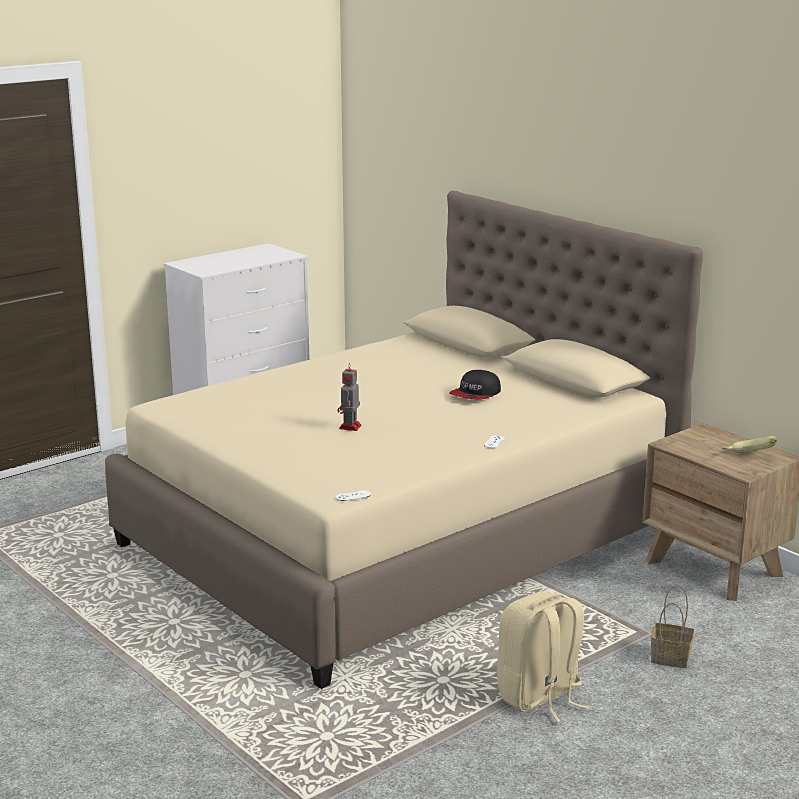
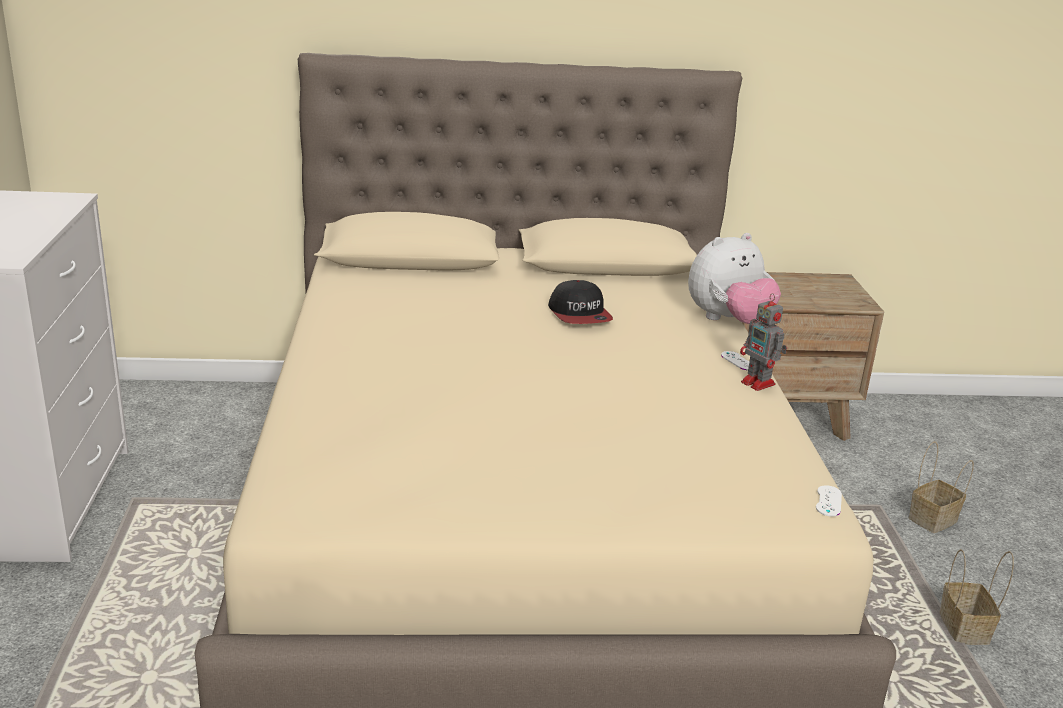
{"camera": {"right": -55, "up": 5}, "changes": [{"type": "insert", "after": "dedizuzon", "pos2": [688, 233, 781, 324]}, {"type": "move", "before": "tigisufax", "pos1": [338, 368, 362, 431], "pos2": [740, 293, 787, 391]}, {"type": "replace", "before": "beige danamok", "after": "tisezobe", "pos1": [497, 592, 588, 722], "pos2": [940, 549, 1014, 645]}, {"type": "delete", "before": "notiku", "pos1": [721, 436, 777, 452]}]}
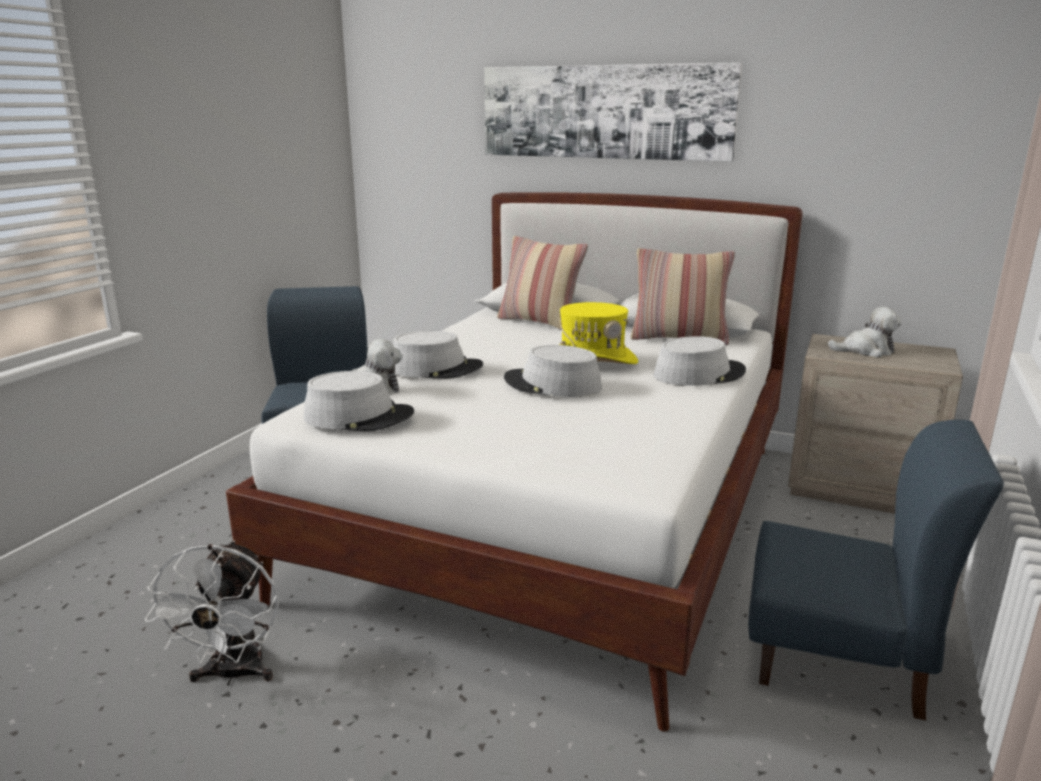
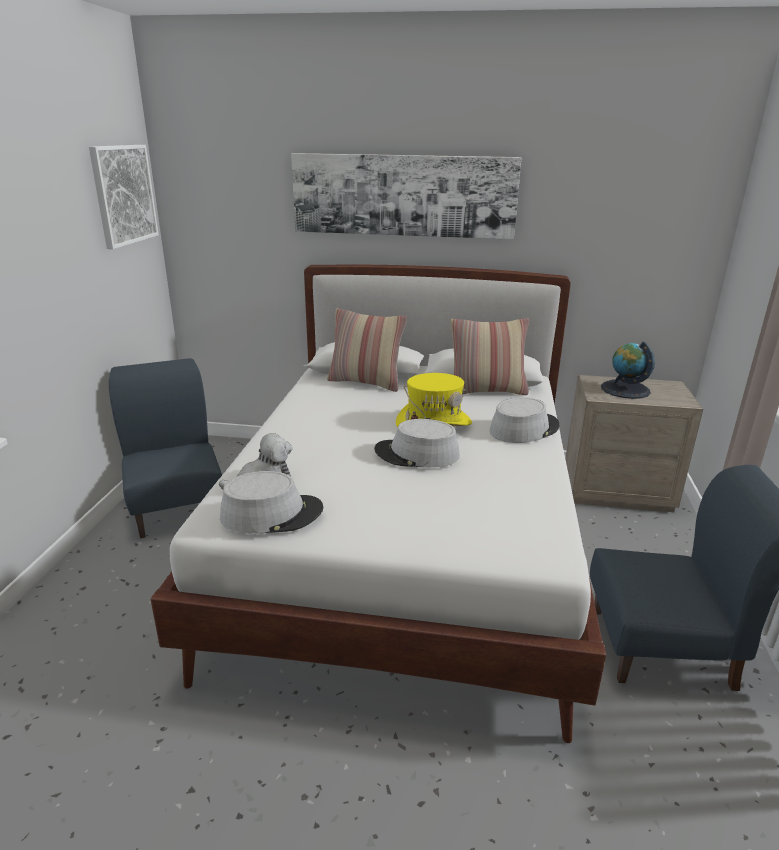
{"camera": {"right": -15, "up": 5}, "changes": [{"type": "insert", "after": "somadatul", "pos2": [89, 145, 159, 249]}, {"type": "replace", "before": "dedizuzon", "after": "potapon", "pos1": [828, 306, 902, 357], "pos2": [601, 342, 655, 399]}, {"type": "delete", "before": "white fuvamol", "pos1": [144, 541, 279, 686]}, {"type": "delete", "before": "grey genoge", "pos1": [393, 331, 483, 379]}]}
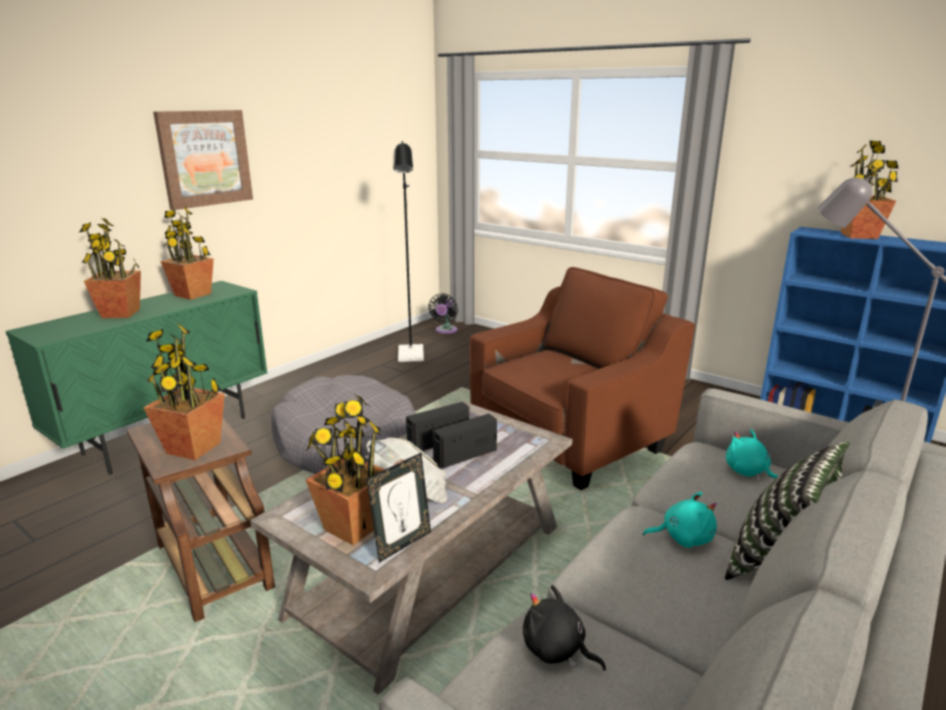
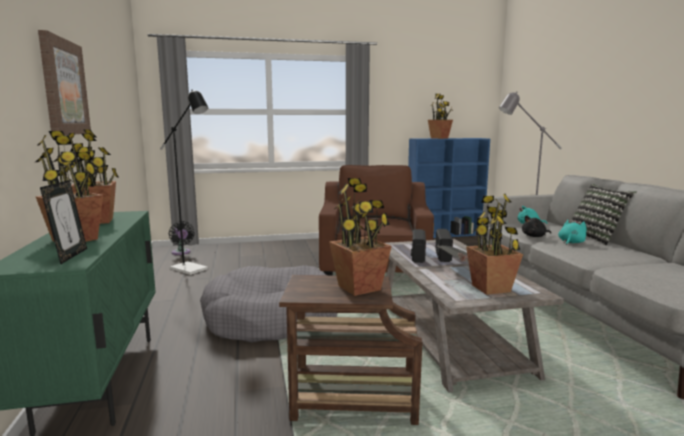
{"camera": {"right": -50, "up": -10}, "changes": [{"type": "move", "before": "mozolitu", "pos1": [366, 453, 431, 563], "pos2": [40, 180, 87, 264]}, {"type": "move", "before": "black dedizuzon", "pos1": [523, 585, 606, 670], "pos2": [522, 215, 551, 237]}]}
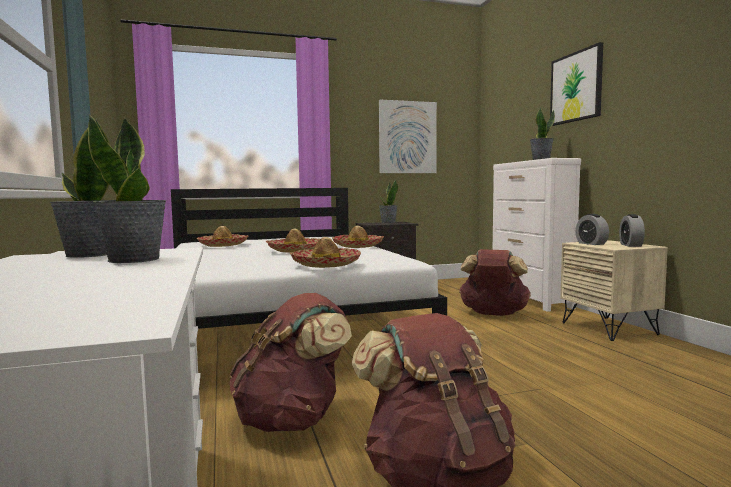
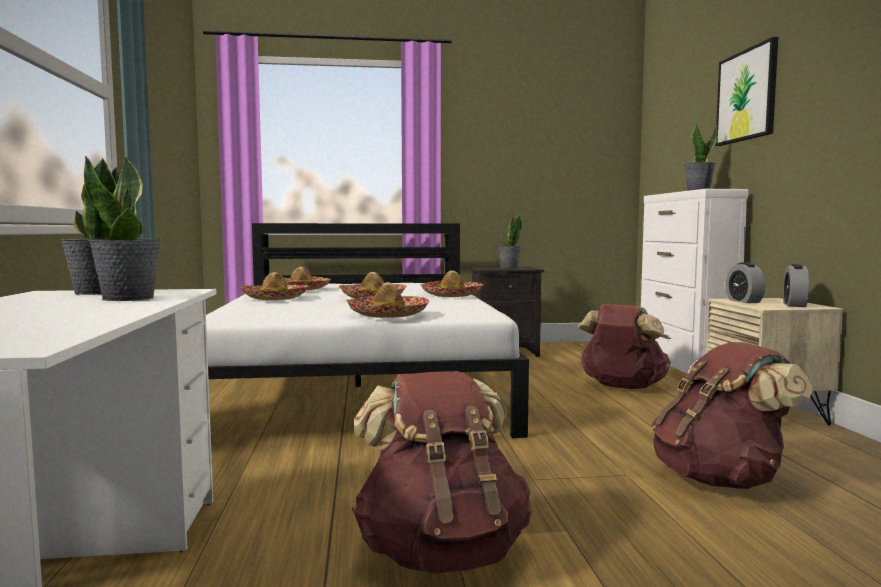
{"camera": {"right": 10, "up": 0}, "changes": [{"type": "insert", "after": "genoge", "pos2": [241, 272, 309, 300]}, {"type": "move", "before": "brown danamok", "pos1": [229, 293, 352, 432], "pos2": [651, 342, 813, 489]}, {"type": "delete", "before": "somadatul", "pos1": [379, 100, 437, 173]}]}
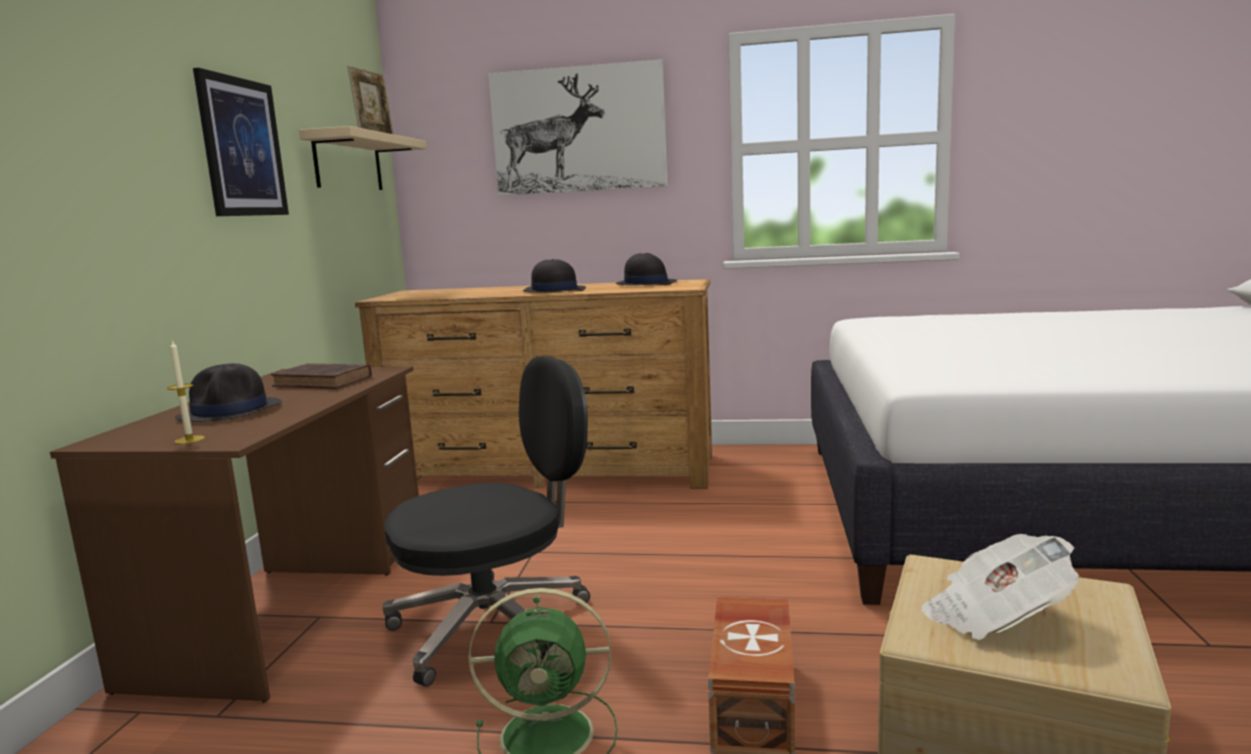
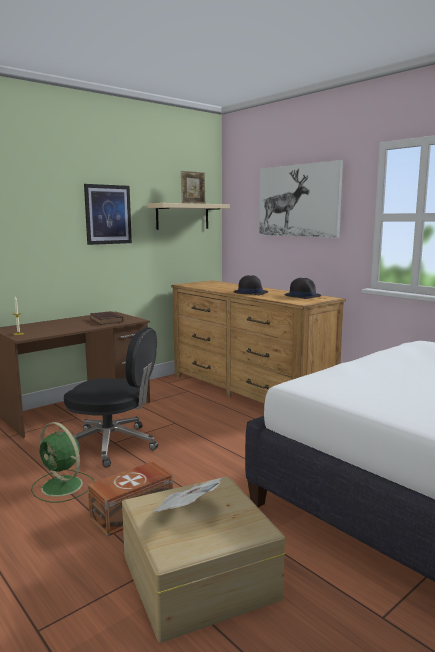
{"camera": {"right": 40, "up": 0}, "changes": [{"type": "delete", "before": "black genoge", "pos1": [175, 363, 282, 422]}]}
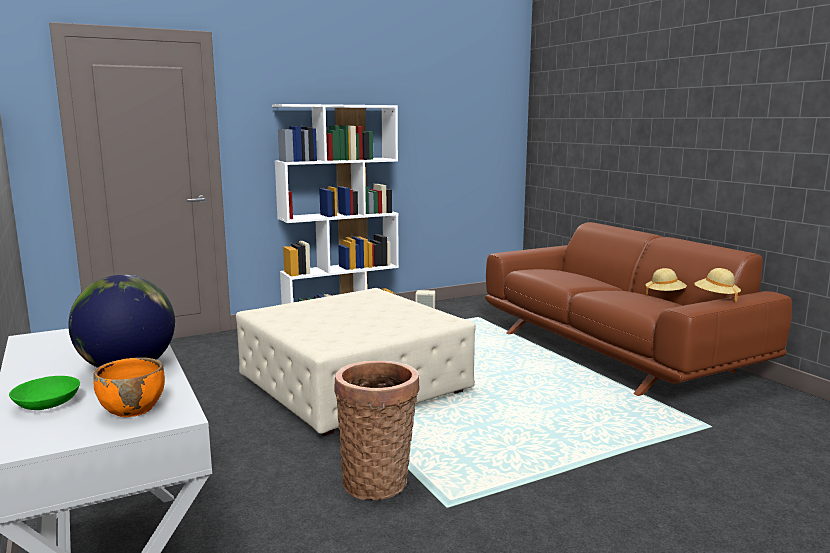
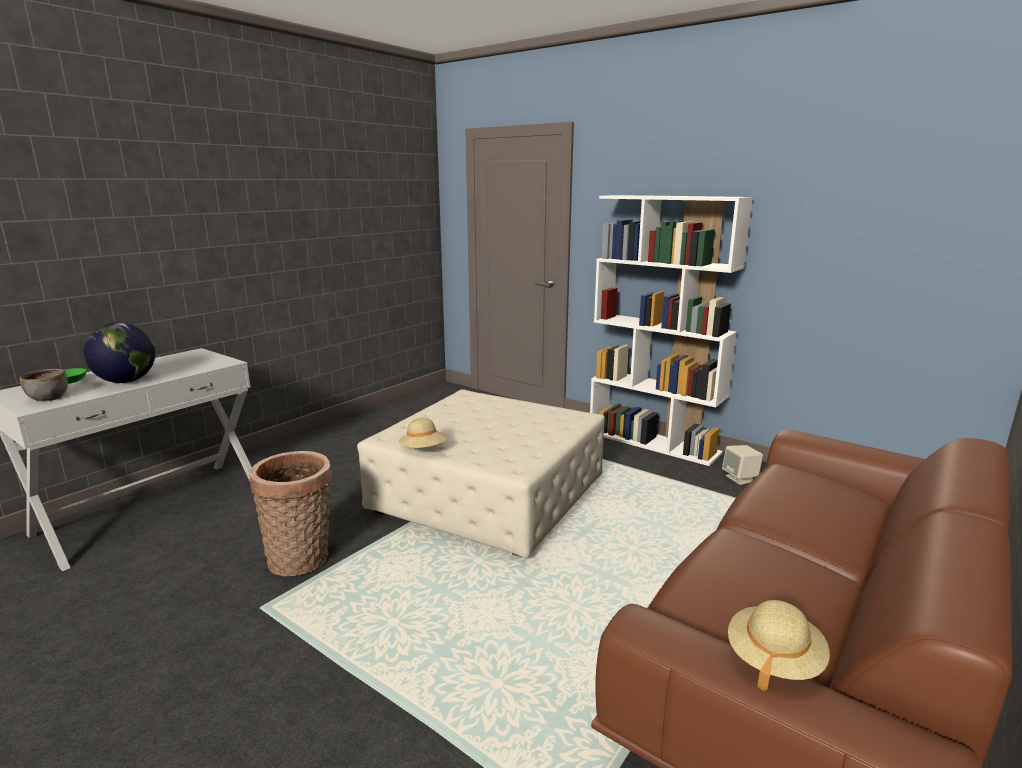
{"camera": {"right": 65, "up": 5}, "changes": [{"type": "recolor", "before": "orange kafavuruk", "after": "grey kafavuruk", "pos1": [93, 357, 165, 417], "pos2": [20, 369, 68, 402]}, {"type": "move", "before": "beige genoge", "pos1": [645, 268, 687, 295], "pos2": [399, 418, 447, 448]}]}
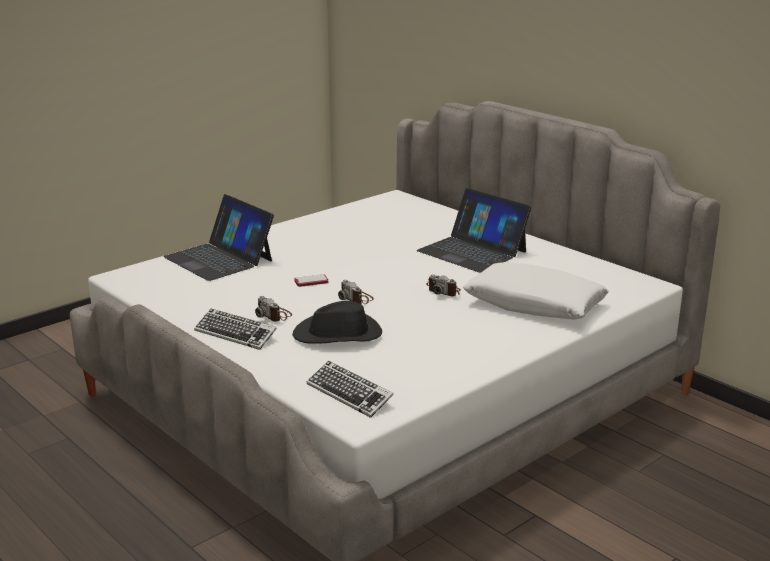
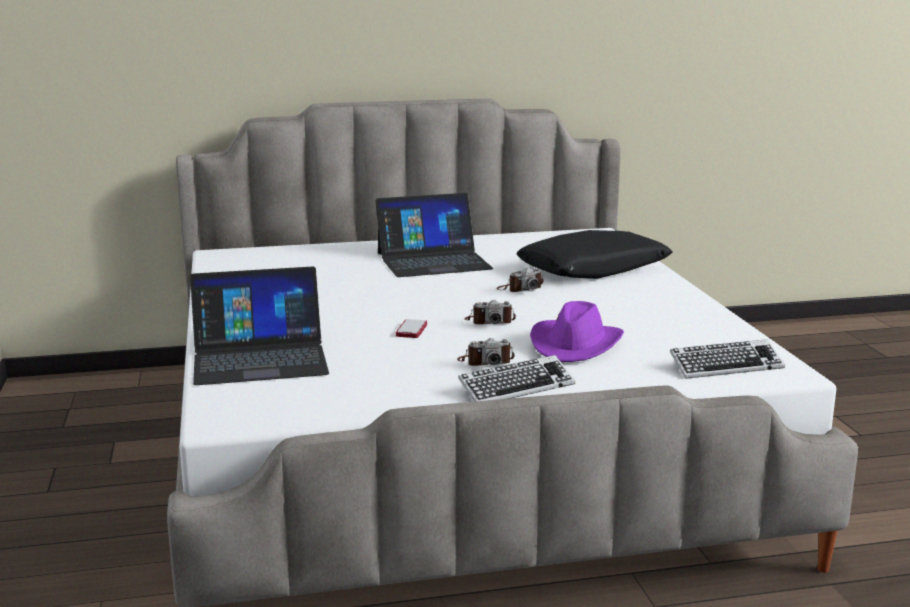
{"camera": {"right": -60, "up": -5}, "changes": [{"type": "recolor", "before": "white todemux", "after": "black todemux", "pos1": [463, 263, 609, 320], "pos2": [517, 230, 673, 279]}, {"type": "recolor", "before": "black genoge", "after": "purple genoge", "pos1": [292, 301, 382, 344], "pos2": [530, 301, 624, 362]}]}
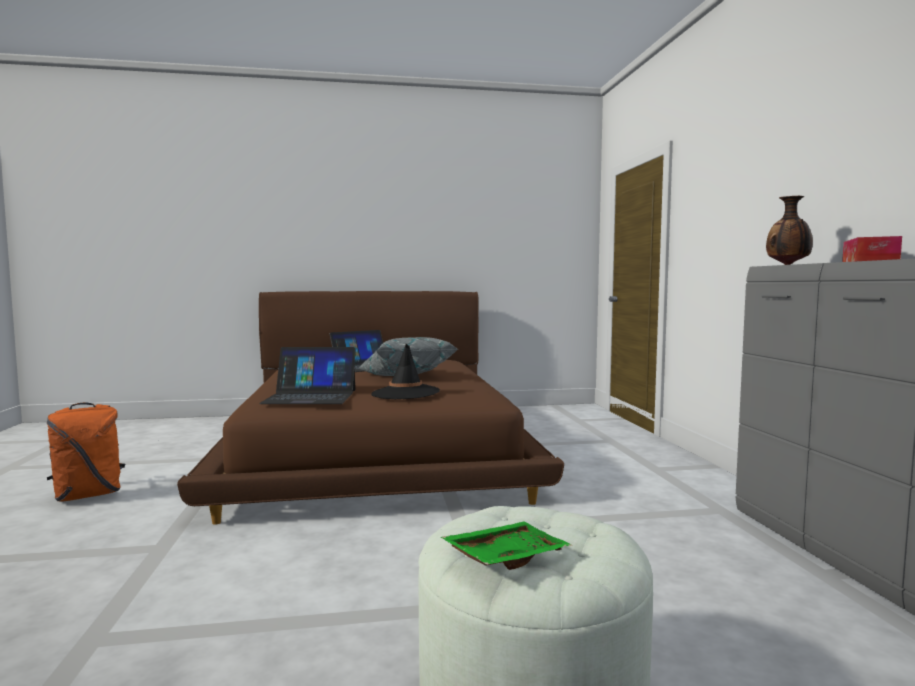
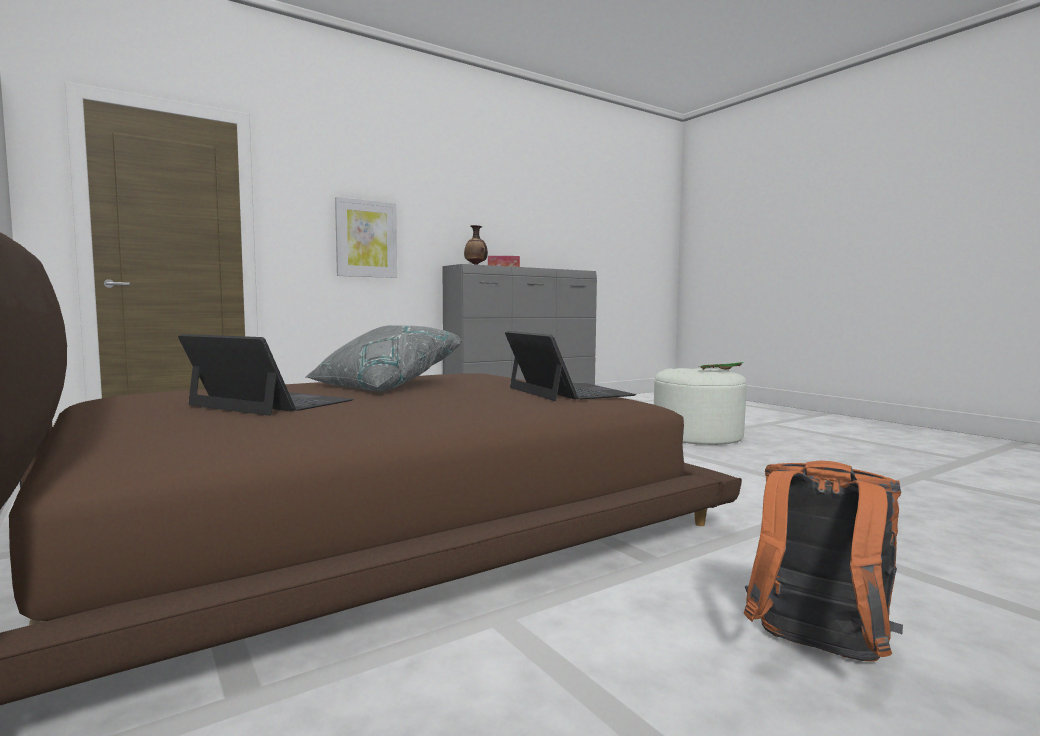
{"camera": {"right": -115, "up": 0}, "changes": [{"type": "insert", "after": "somadatul", "pos2": [335, 197, 397, 278]}, {"type": "delete", "before": "black genoge", "pos1": [371, 344, 440, 399]}]}
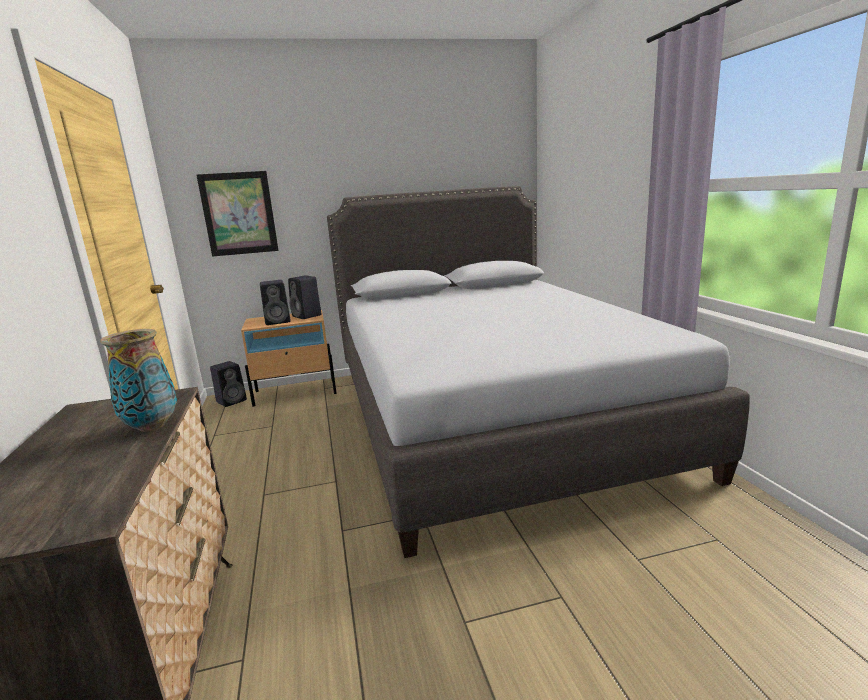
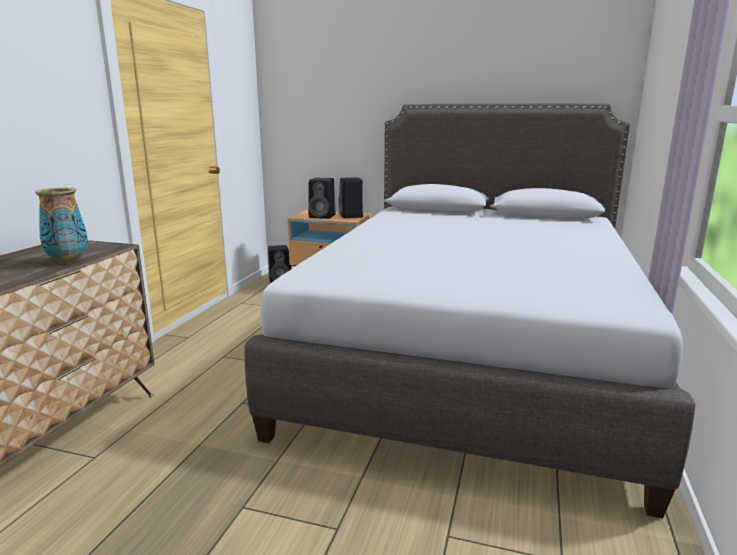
{"camera": {"right": 30, "up": 0}, "changes": [{"type": "delete", "before": "somadatul", "pos1": [196, 171, 279, 257]}]}
